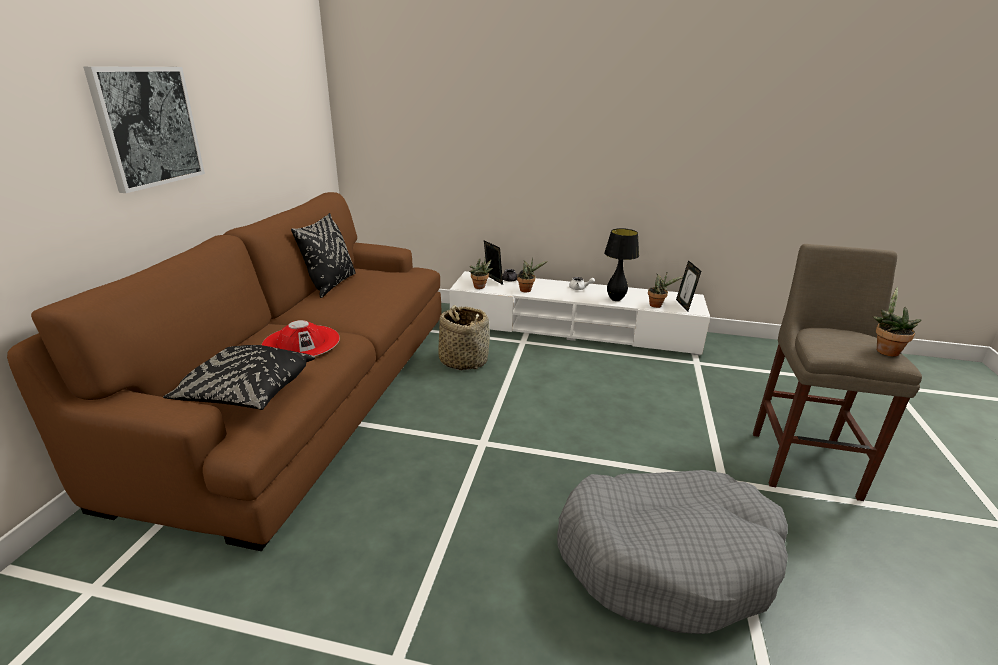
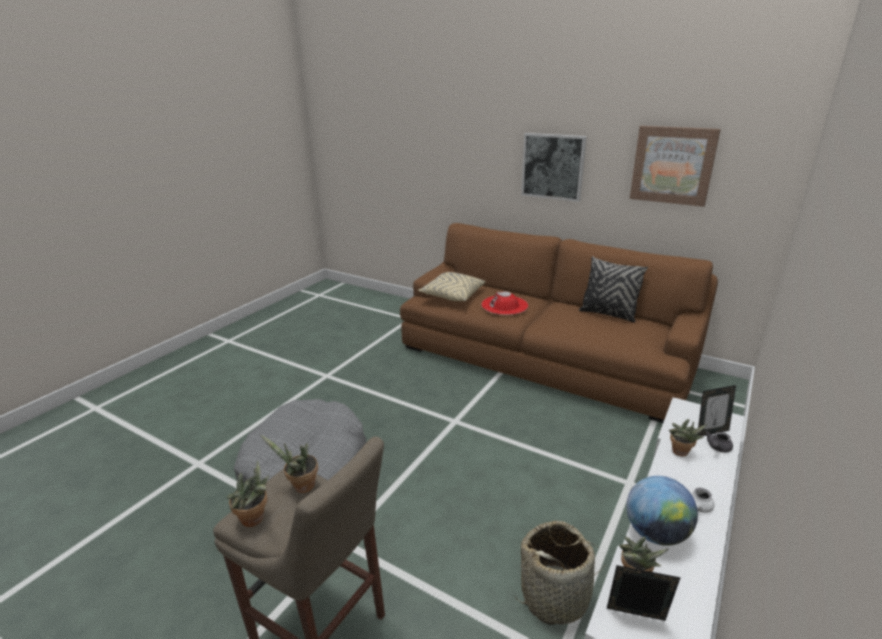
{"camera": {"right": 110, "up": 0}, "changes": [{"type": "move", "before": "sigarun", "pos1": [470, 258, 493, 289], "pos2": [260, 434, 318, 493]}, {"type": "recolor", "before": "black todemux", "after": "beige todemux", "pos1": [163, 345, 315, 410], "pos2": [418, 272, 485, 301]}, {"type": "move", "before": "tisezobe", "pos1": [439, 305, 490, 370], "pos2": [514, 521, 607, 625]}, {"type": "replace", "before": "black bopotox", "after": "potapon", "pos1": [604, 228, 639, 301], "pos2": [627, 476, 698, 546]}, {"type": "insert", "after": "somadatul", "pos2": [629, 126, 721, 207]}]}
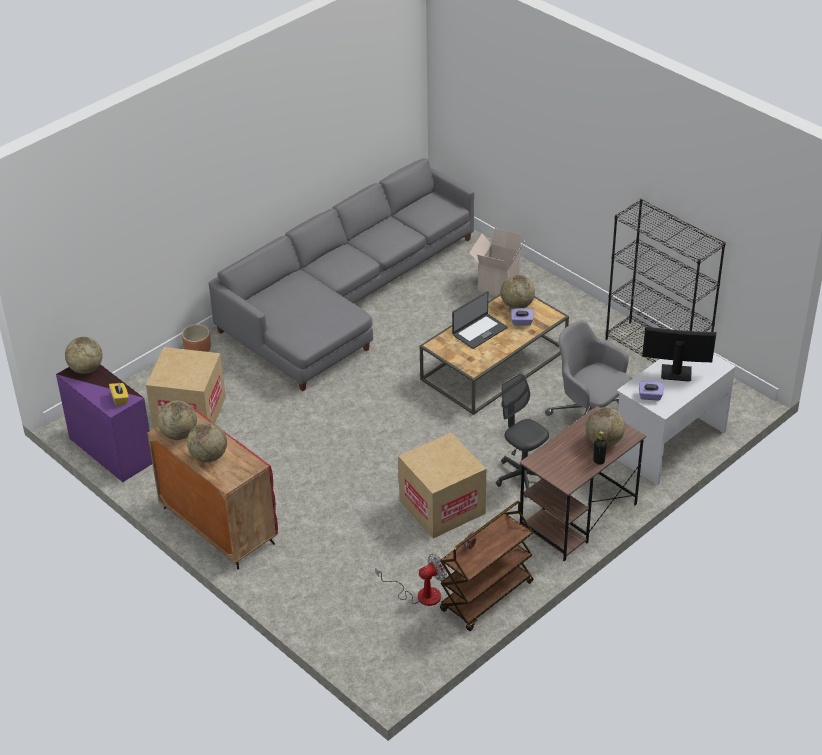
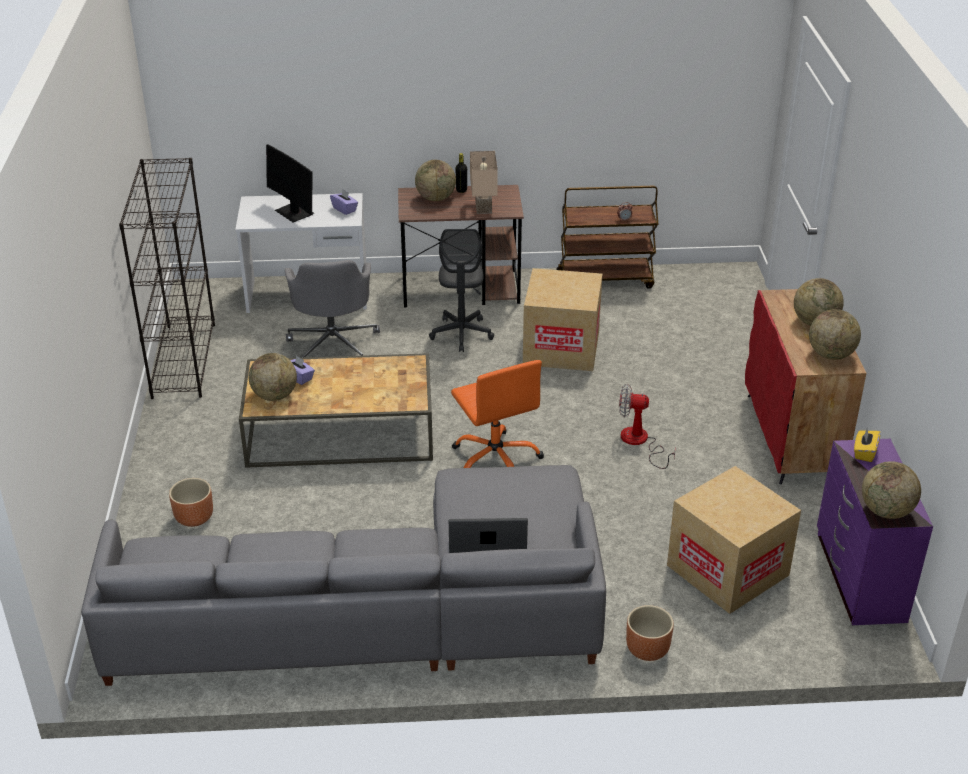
{"camera": {"right": -140, "up": -5}, "changes": [{"type": "replace", "before": "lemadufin", "after": "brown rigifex", "pos1": [469, 228, 524, 296], "pos2": [169, 478, 213, 527]}, {"type": "move", "before": "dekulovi", "pos1": [452, 291, 508, 349], "pos2": [449, 518, 528, 553]}, {"type": "insert", "after": "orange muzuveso", "pos2": [451, 360, 544, 468]}, {"type": "insert", "after": "beige bopotox", "pos2": [470, 151, 498, 214]}, {"type": "move", "before": "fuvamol", "pos1": [375, 554, 447, 606], "pos2": [619, 384, 676, 469]}]}
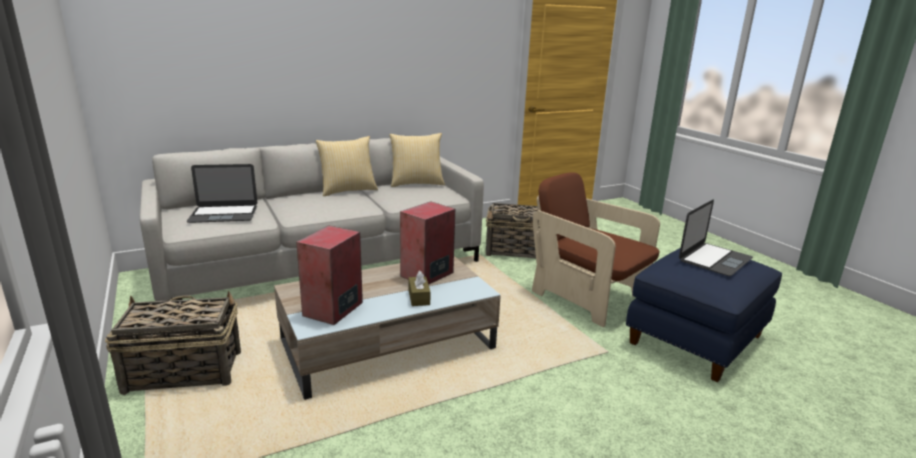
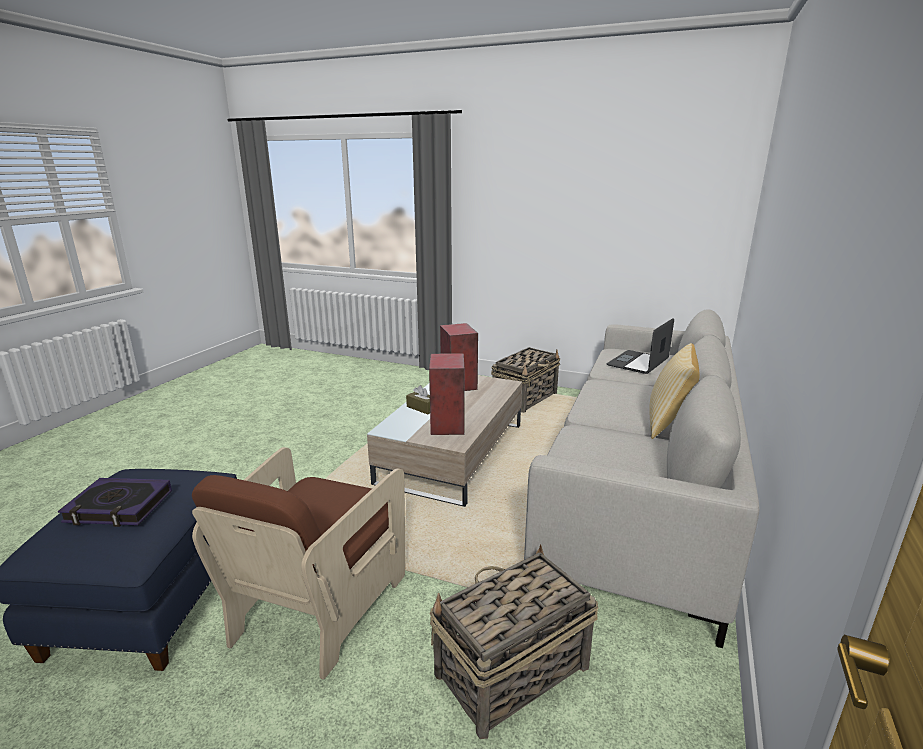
{"camera": {"right": 140, "up": 0}, "changes": [{"type": "replace", "before": "dekulovi", "after": "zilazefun", "pos1": [679, 200, 753, 276], "pos2": [58, 478, 172, 527]}, {"type": "rotate", "before": "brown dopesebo", "pos1": [532, 172, 660, 327], "pos2": [192, 447, 405, 679], "turn": 105}, {"type": "delete", "before": "todemux", "pos1": [389, 133, 445, 187]}]}
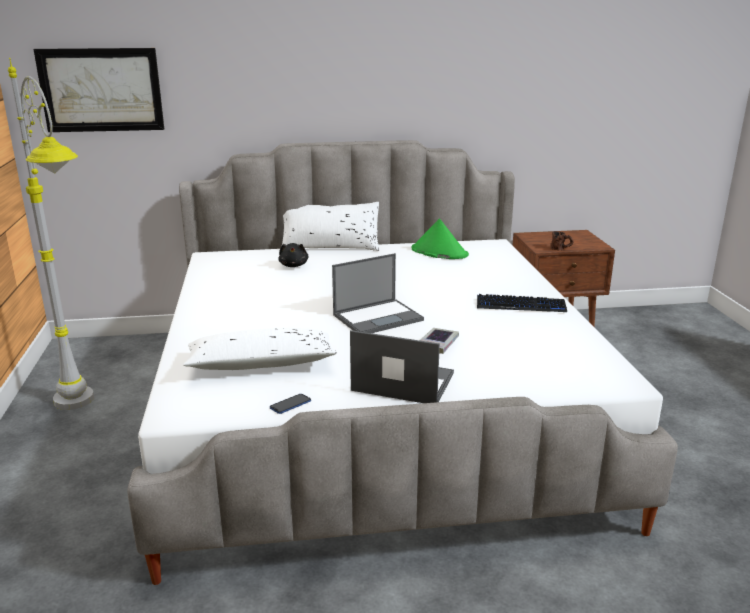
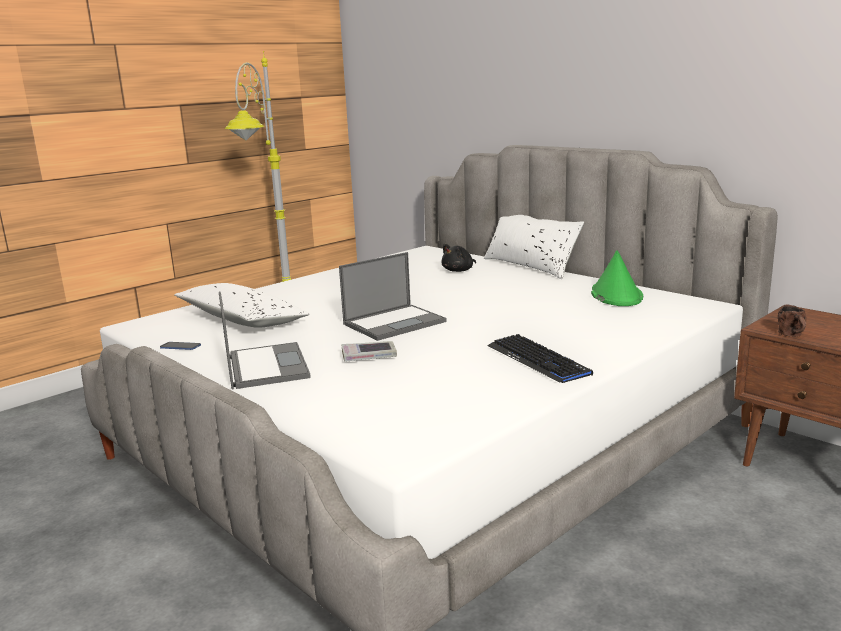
{"camera": {"right": 55, "up": -5}, "changes": [{"type": "rotate", "before": "dekulovi", "pos1": [332, 253, 424, 333], "pos2": [339, 252, 446, 341], "turn": -60}, {"type": "delete", "before": "somadatul", "pos1": [34, 48, 164, 132]}]}
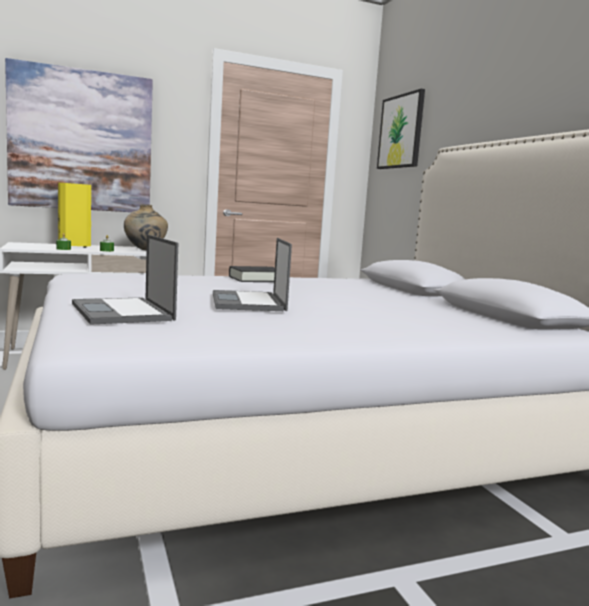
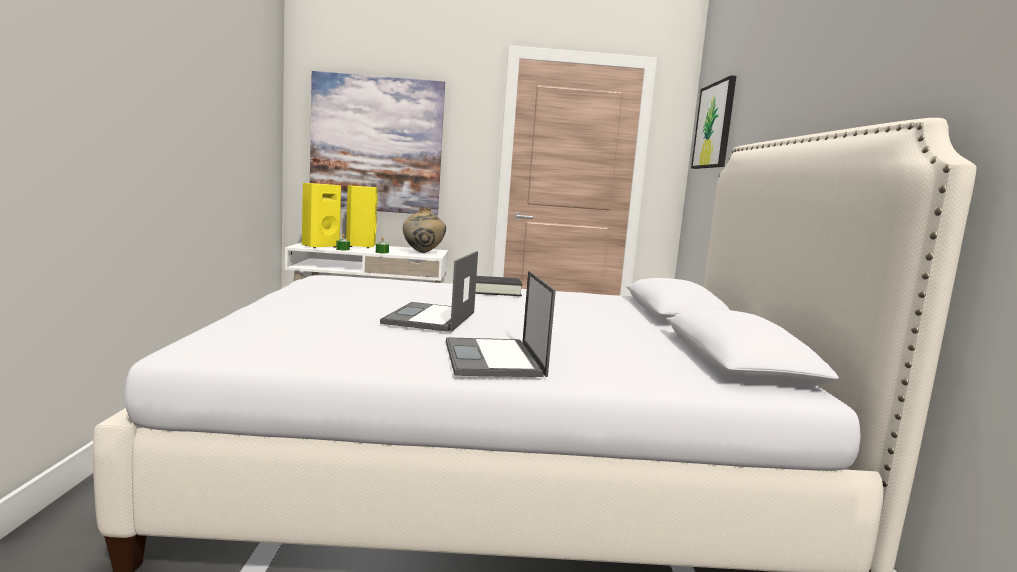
{"camera": {"right": 20, "up": 0}, "changes": [{"type": "insert", "after": "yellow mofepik", "pos2": [302, 183, 341, 248]}, {"type": "move", "before": "dekulovi", "pos1": [72, 235, 178, 325], "pos2": [446, 271, 556, 377]}]}
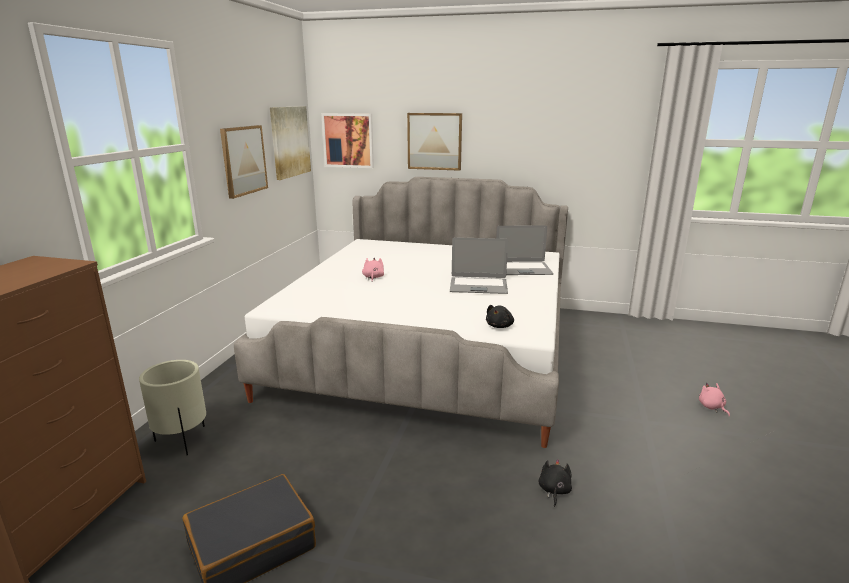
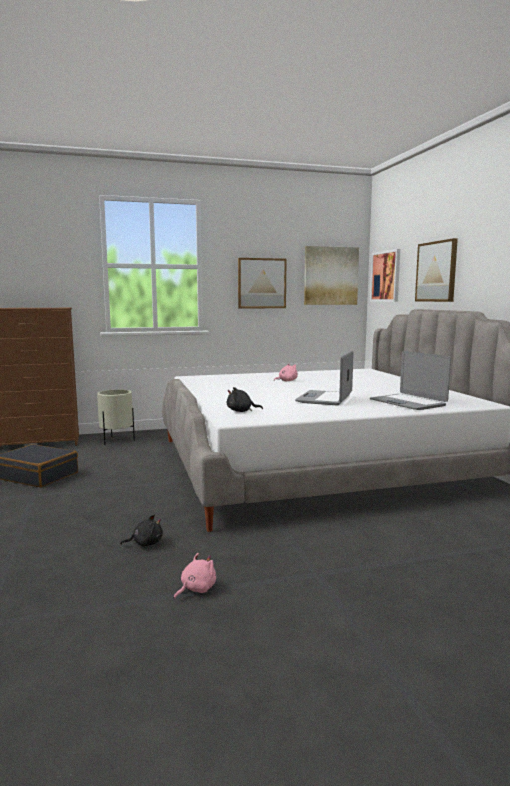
{"camera": {"right": 60, "up": -10}, "changes": [{"type": "move", "before": "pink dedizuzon", "pos1": [699, 383, 730, 417], "pos2": [174, 553, 216, 599]}, {"type": "rotate", "before": "dekulovi", "pos1": [450, 237, 508, 294], "pos2": [295, 350, 354, 405], "turn": 45}]}
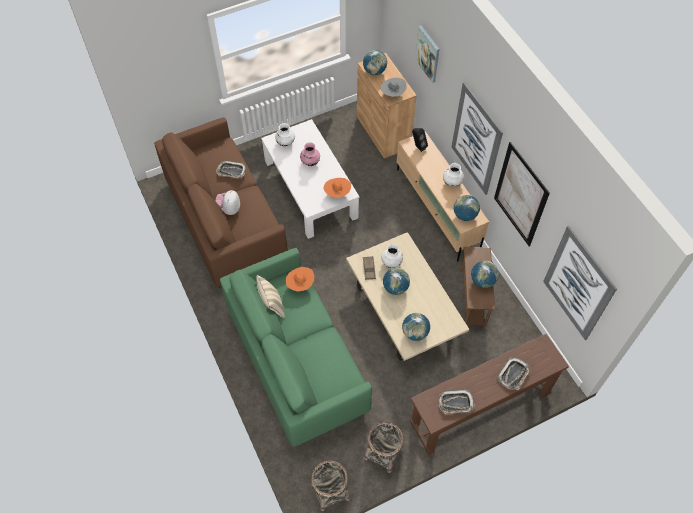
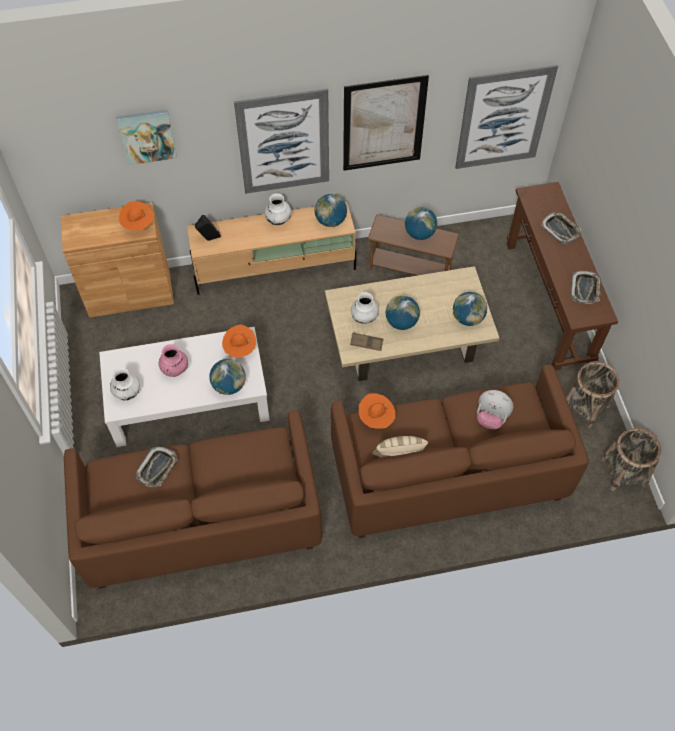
{"camera": {"right": -75, "up": 0}, "changes": [{"type": "recolor", "before": "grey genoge", "after": "orange genoge", "pos1": [381, 77, 407, 97], "pos2": [119, 201, 153, 230]}, {"type": "move", "before": "potapon", "pos1": [363, 50, 387, 75], "pos2": [210, 359, 246, 395]}, {"type": "recolor", "before": "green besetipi", "after": "brown besetipi", "pos1": [220, 248, 372, 447], "pos2": [331, 364, 589, 538]}, {"type": "move", "before": "dedizuzon", "pos1": [215, 190, 240, 215], "pos2": [477, 390, 514, 429]}]}
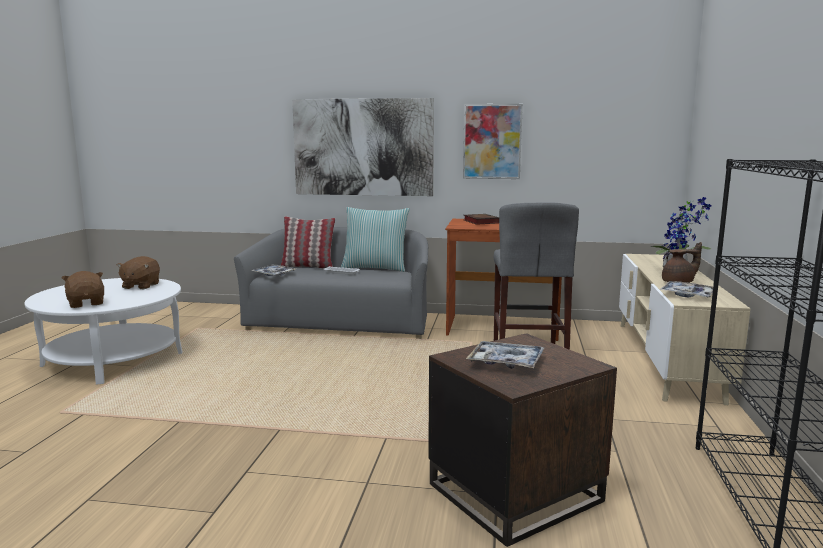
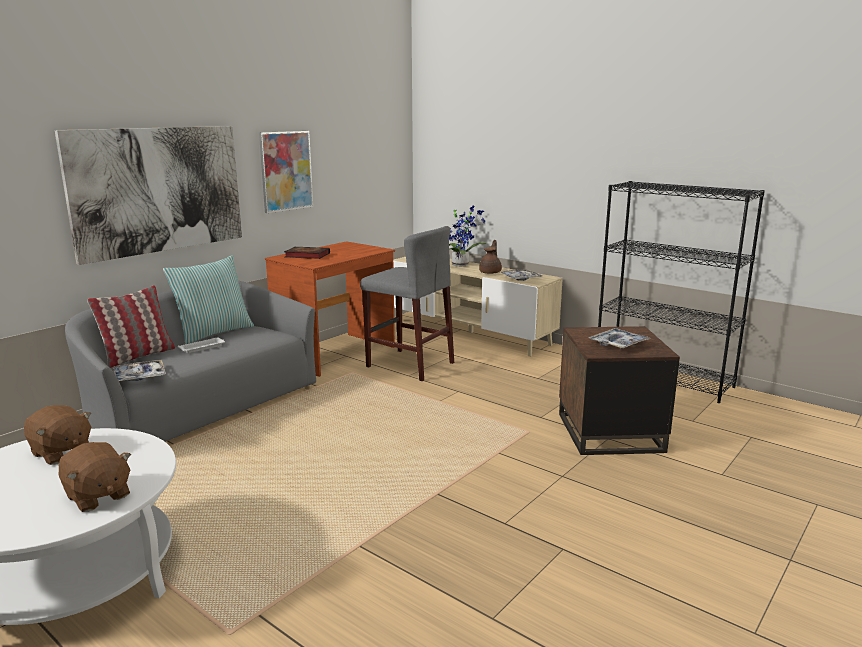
{"camera": {"right": -60, "up": 5}, "changes": [{"type": "rotate", "before": "brown dedizuzon", "pos1": [61, 271, 104, 308], "pos2": [58, 442, 131, 512], "turn": -135}]}
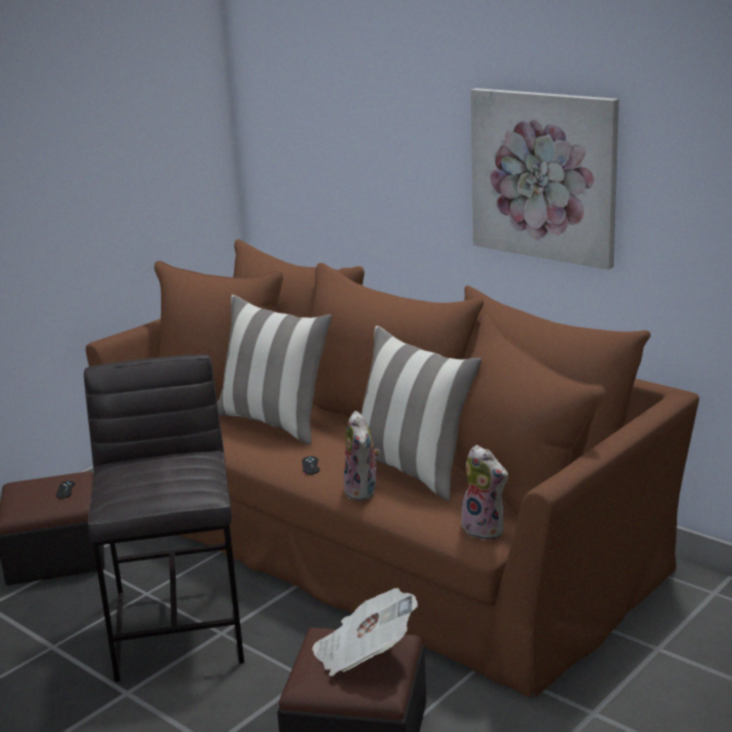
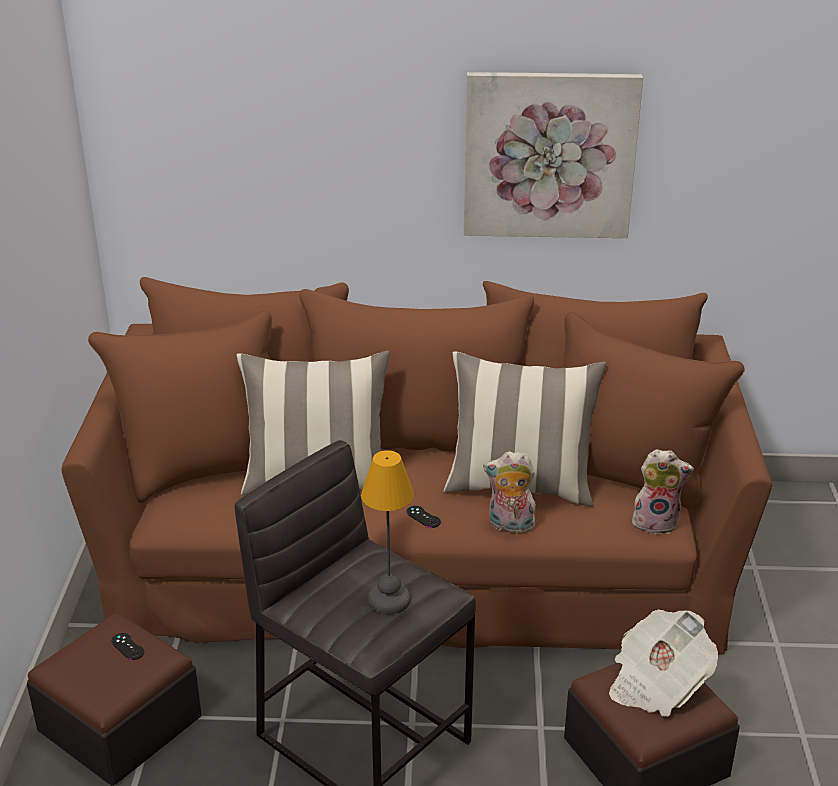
{"camera": {"right": -40, "up": 10}, "changes": [{"type": "insert", "after": "bopotox", "pos2": [361, 450, 414, 614]}, {"type": "rotate", "before": "dedizuzon", "pos1": [343, 411, 381, 501], "pos2": [483, 451, 537, 533], "turn": 150}]}
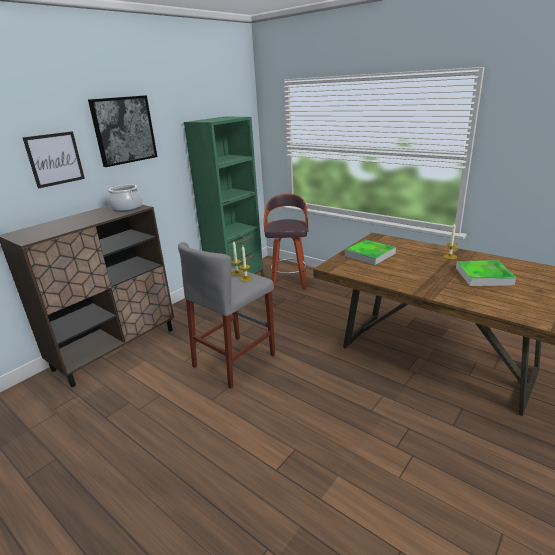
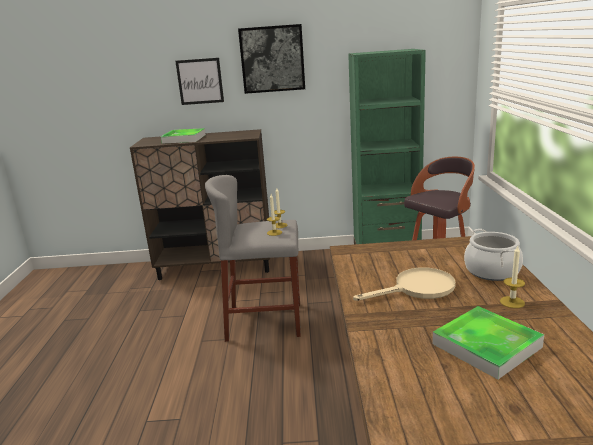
{"camera": {"right": 50, "up": -5}, "changes": [{"type": "move", "before": "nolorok", "pos1": [345, 240, 396, 265], "pos2": [161, 128, 206, 144]}, {"type": "insert", "after": "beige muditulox", "pos2": [353, 267, 456, 301]}, {"type": "move", "before": "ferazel", "pos1": [107, 185, 143, 212], "pos2": [464, 229, 523, 281]}]}
